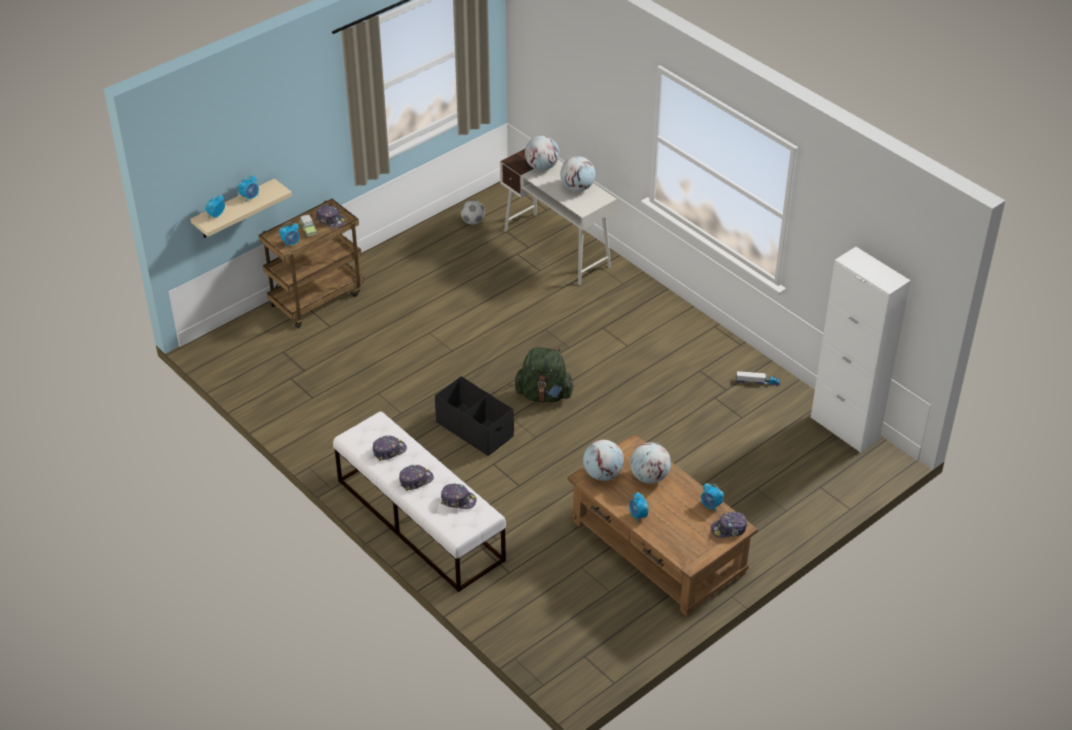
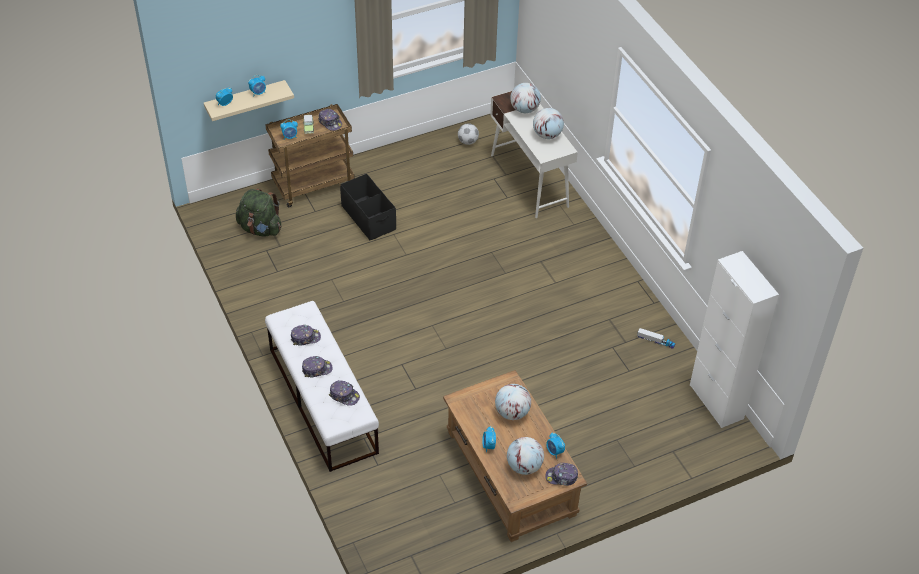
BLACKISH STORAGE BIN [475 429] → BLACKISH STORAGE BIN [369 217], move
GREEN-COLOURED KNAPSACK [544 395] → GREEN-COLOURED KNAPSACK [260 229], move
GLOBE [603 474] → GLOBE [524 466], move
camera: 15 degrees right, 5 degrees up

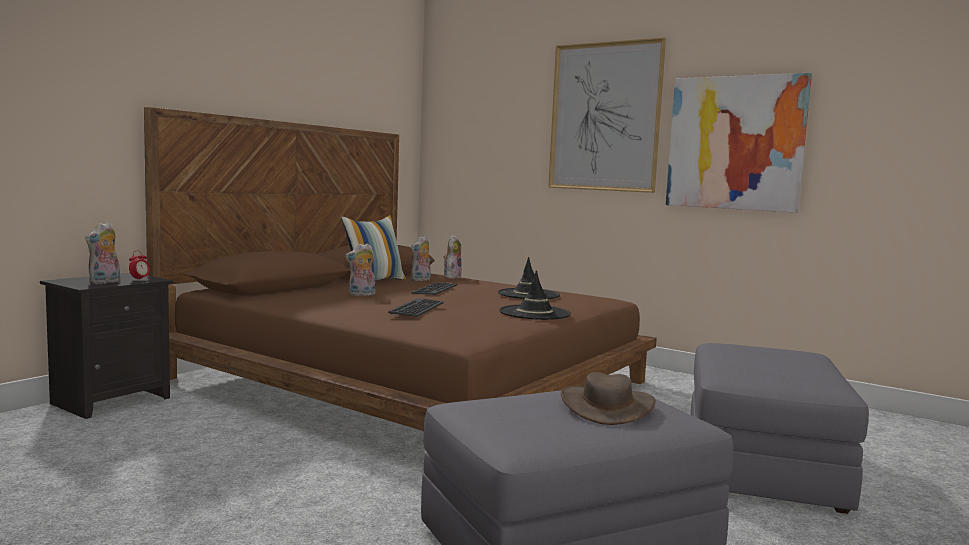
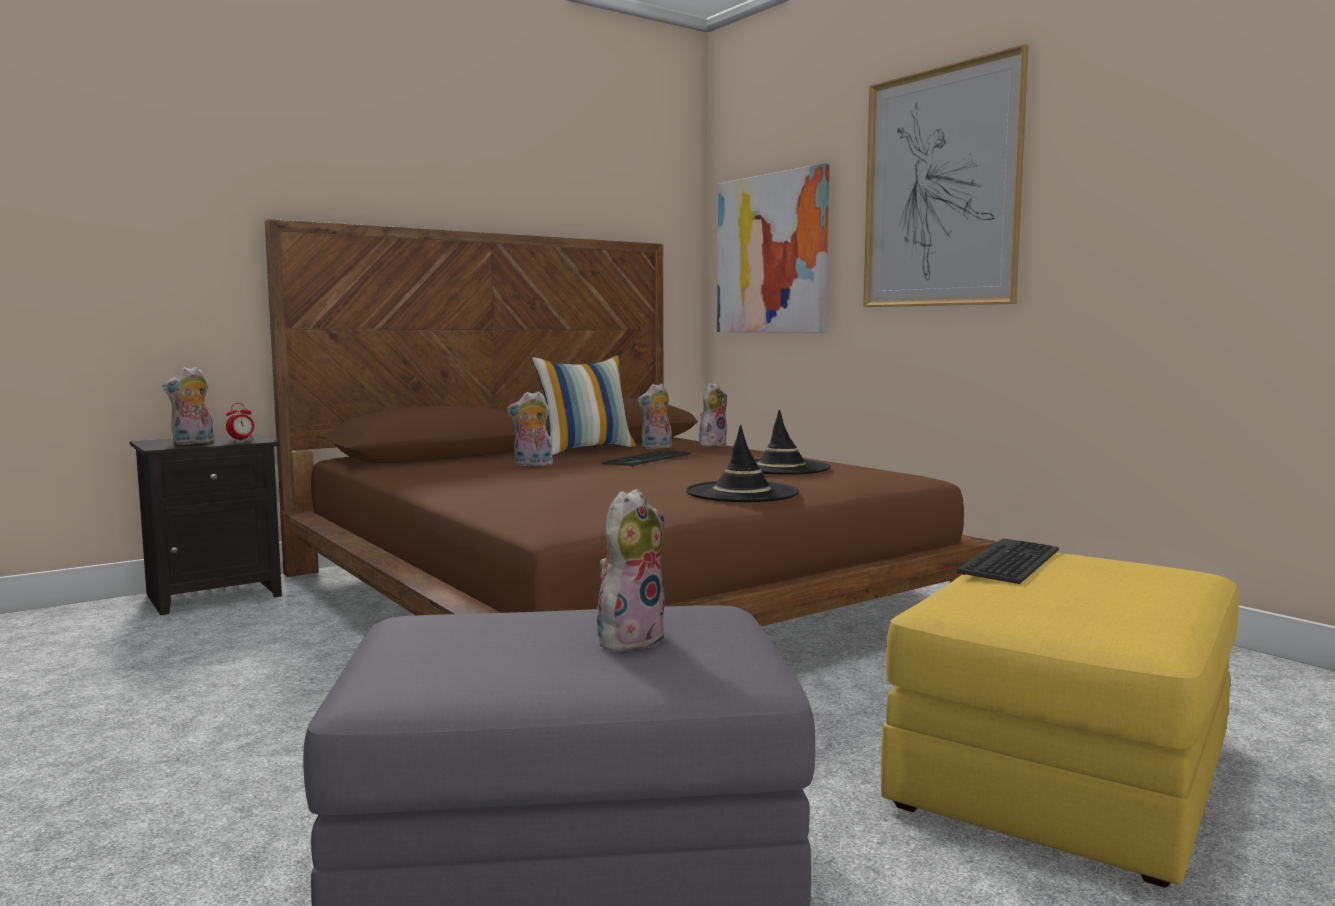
KEYBOARD [417 308] → KEYBOARD [1011 562], move
BROWN-COLOURED CLOTHING HAT [607 407] → CUDDLY TOY [629 639]
WALL ART [735 143] → WALL ART [771 254], move
GREYISH FOOTREST [762 467] → YELLOWISH FOOTREST [1065 776]
camera: 20 degrees right, 0 degrees up

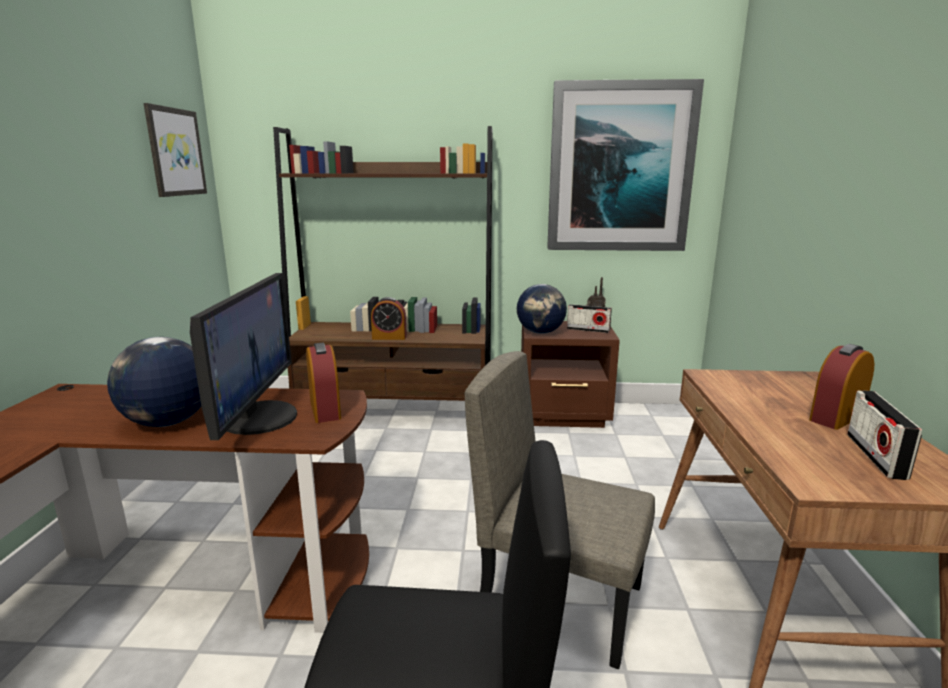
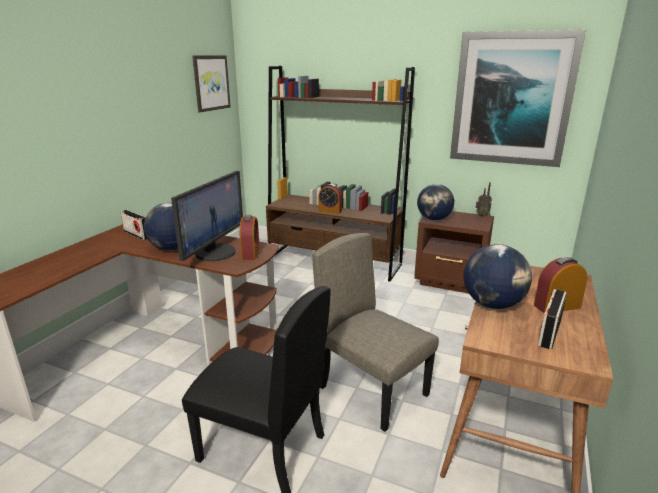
RADIO RECEIVER [588 330] → RADIO RECEIVER [136 234], move
- → GLOBE [492 304]
camera: 20 degrees right, 5 degrees up

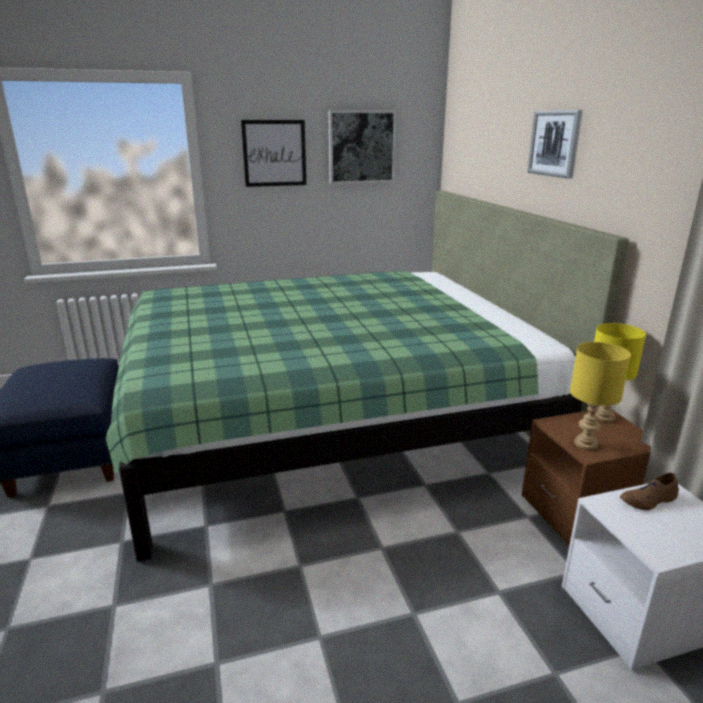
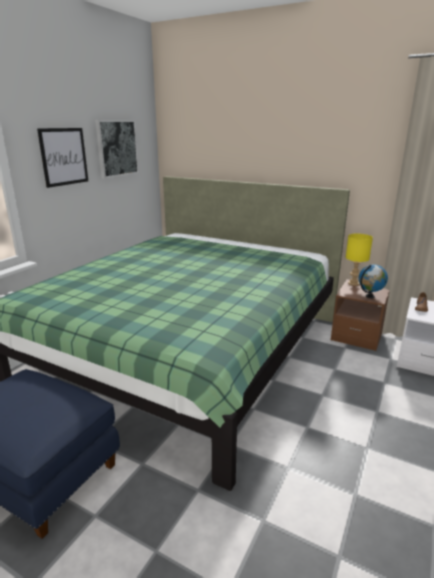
WALL ART [555 143] → -
YELLOWISH TABLETOP LAMP [586 444] → GLOBE [370 296]
camera: 45 degrees left, 0 degrees up

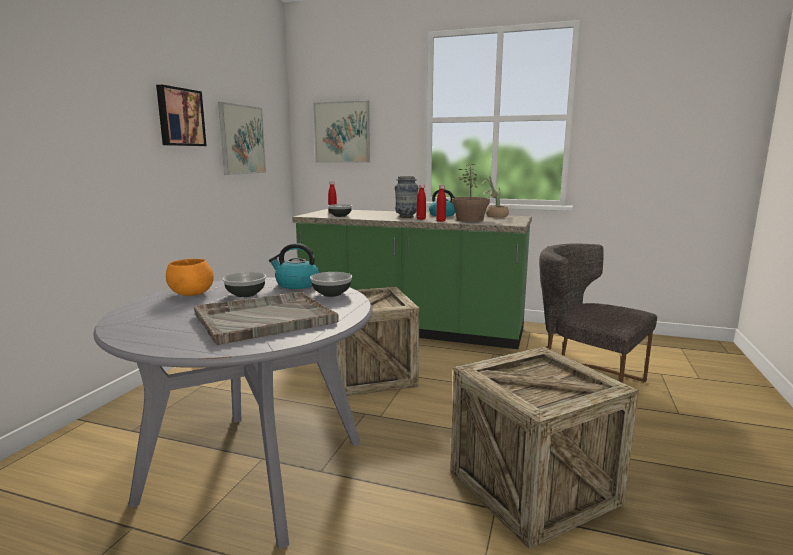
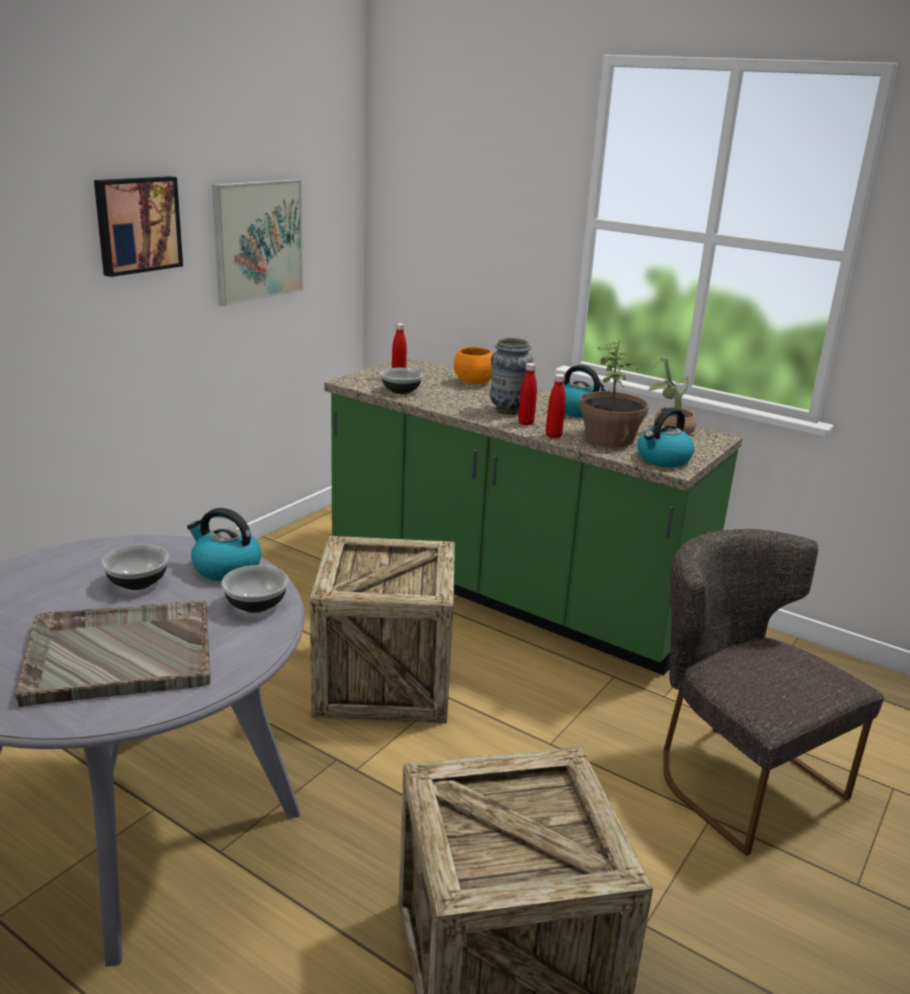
ORANGEY SERVING BOWL [191 294] → ORANGEY SERVING BOWL [473 382], move
WALL ART [342 132] → -
- → KETTLE [663 459]
camera: 15 degrees right, 10 degrees up

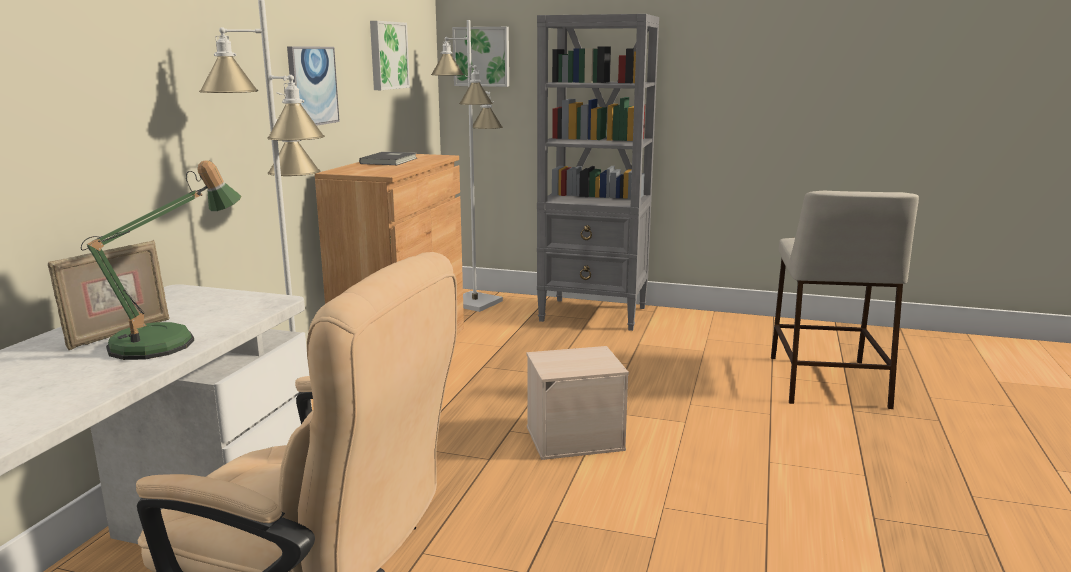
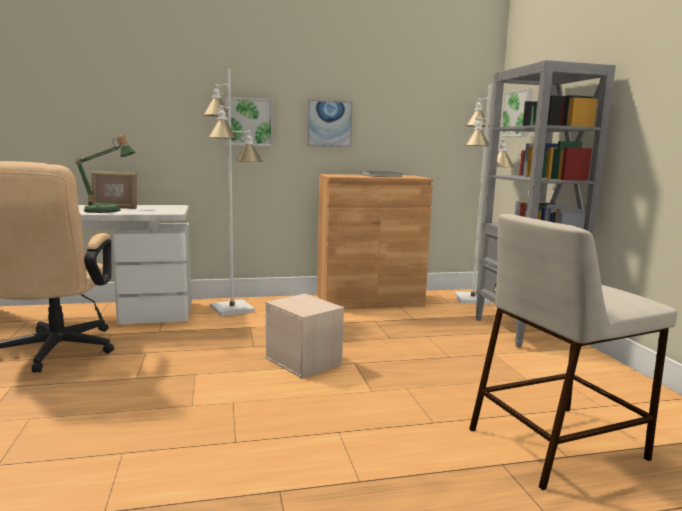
WALL ART [387 55] → WALL ART [249 122], move
camera: 60 degrees right, 5 degrees down

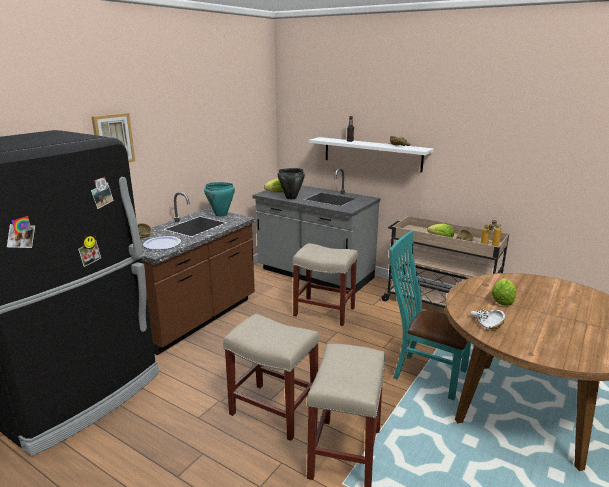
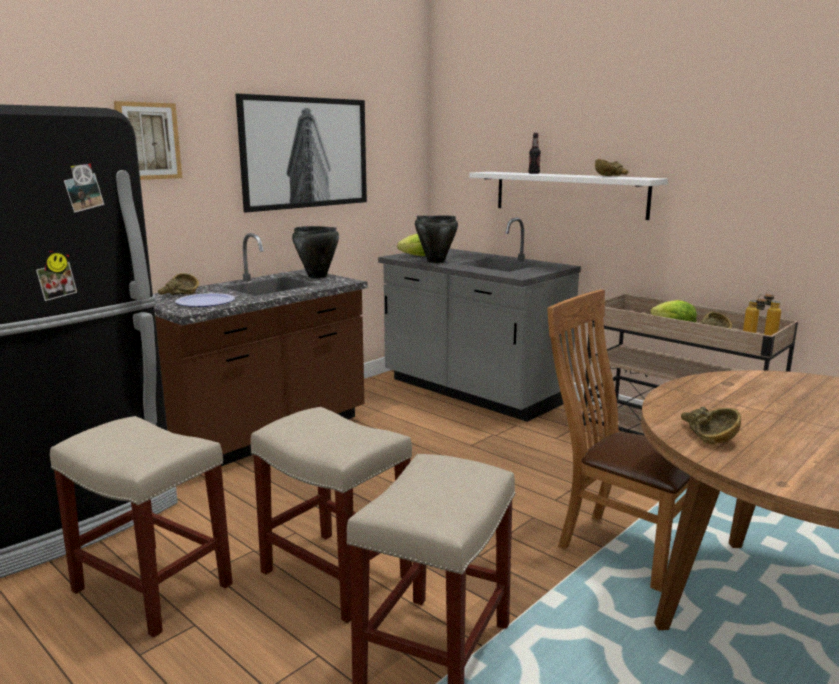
TURQUOISE SAUCEPOT [221 215] → BLACKISH SAUCEPOT [317 276]
BEIGE SITTING STOOL [325 312] → BEIGE SITTING STOOL [154 588], move
TURQUOISE CHAIR [425 373] → BROWN-COLOURED CHAIR [618 545]
WHITE SERVING BOWL [485 324] → BROWN-COLOURED SERVING BOWL [705 435]
LETTUCE [502 300] → -
- → WALL ART [306 153]
camera: 10 degrees right, 5 degrees down

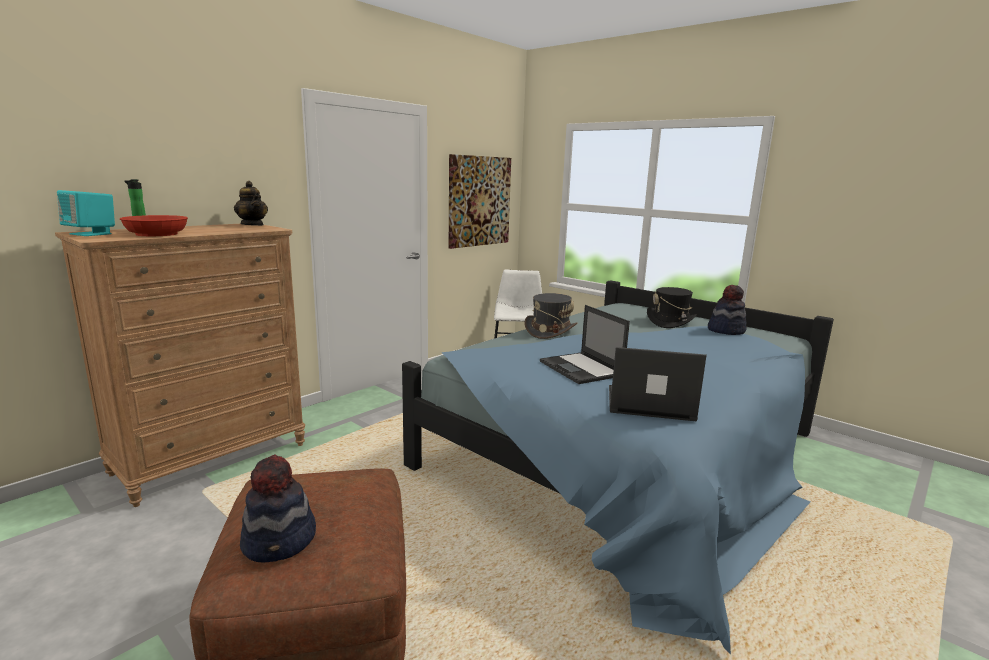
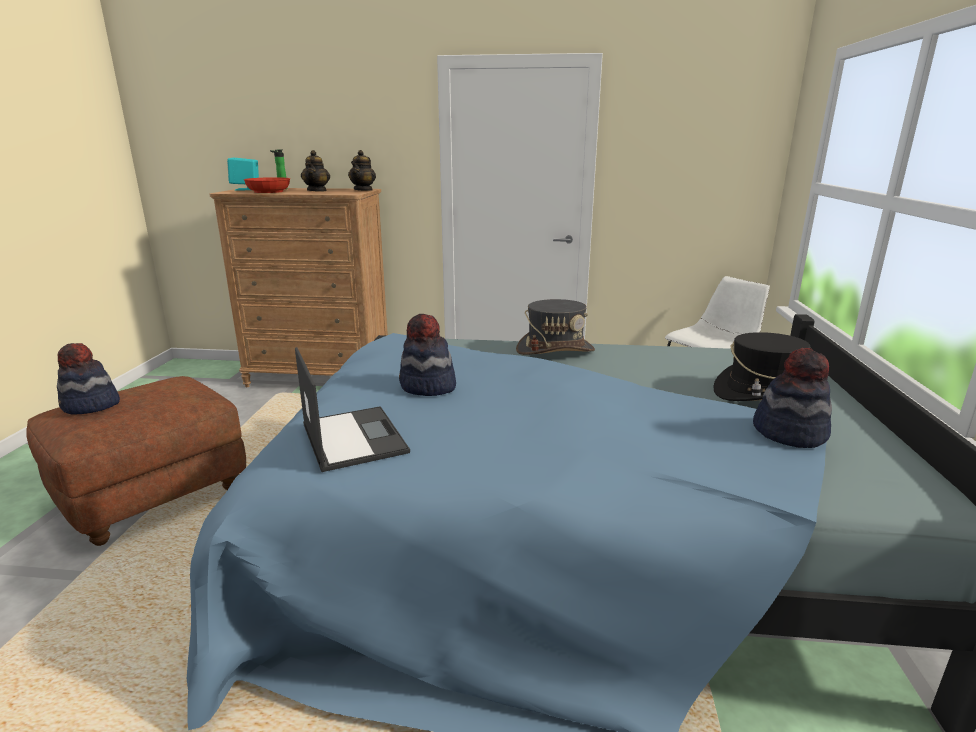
WALL ART [479 201] → -
PORTABLE COMPUTER [582 369] → CLOTHING HAT [427 387]
- → TEA POT [317 191]
camera: 55 degrees right, 5 degrees up

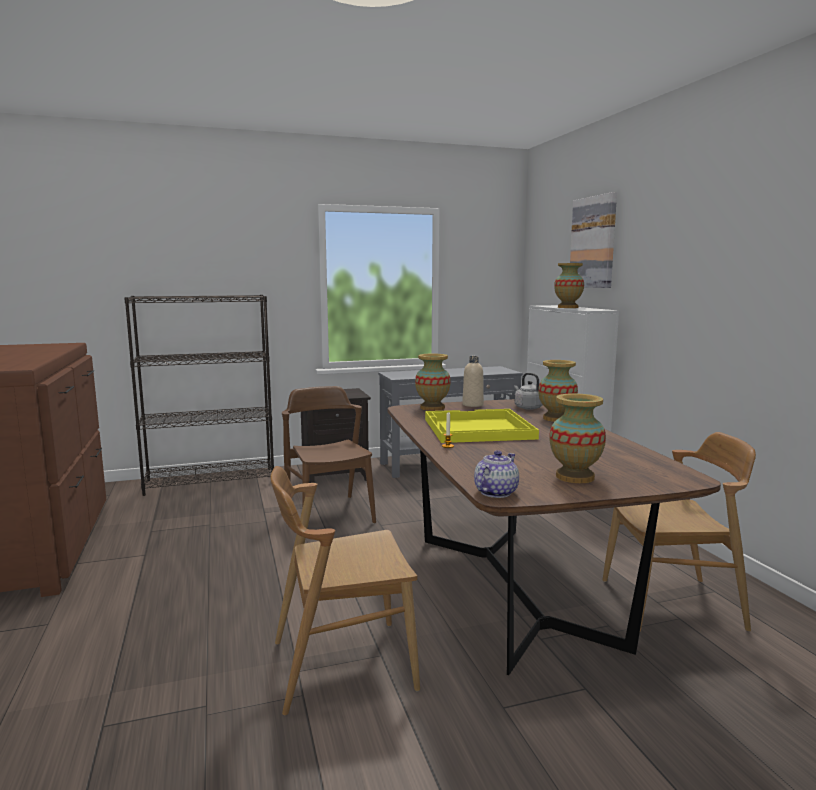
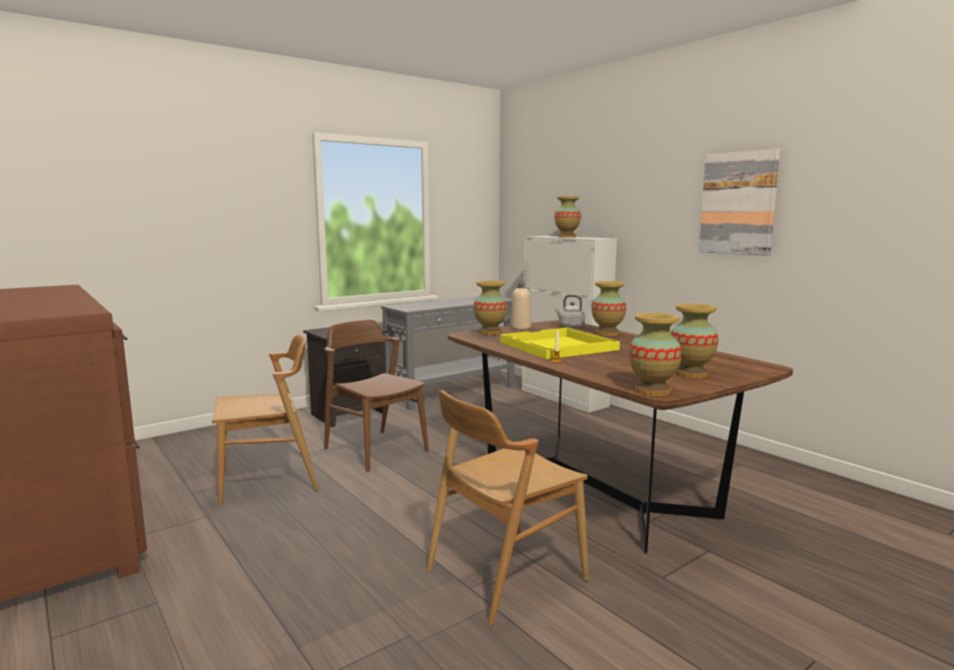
BLACKISH BOOKCASE [211 481] → -
TEA POT [495 492] → VASE [652 391]
WALL ART [593 242] → WALL ART [738 203], move
BROWN-COLOURED CHAIR [672 604] → BROWN-COLOURED CHAIR [269 481], move
camera: 20 degrees left, 0 degrees up

